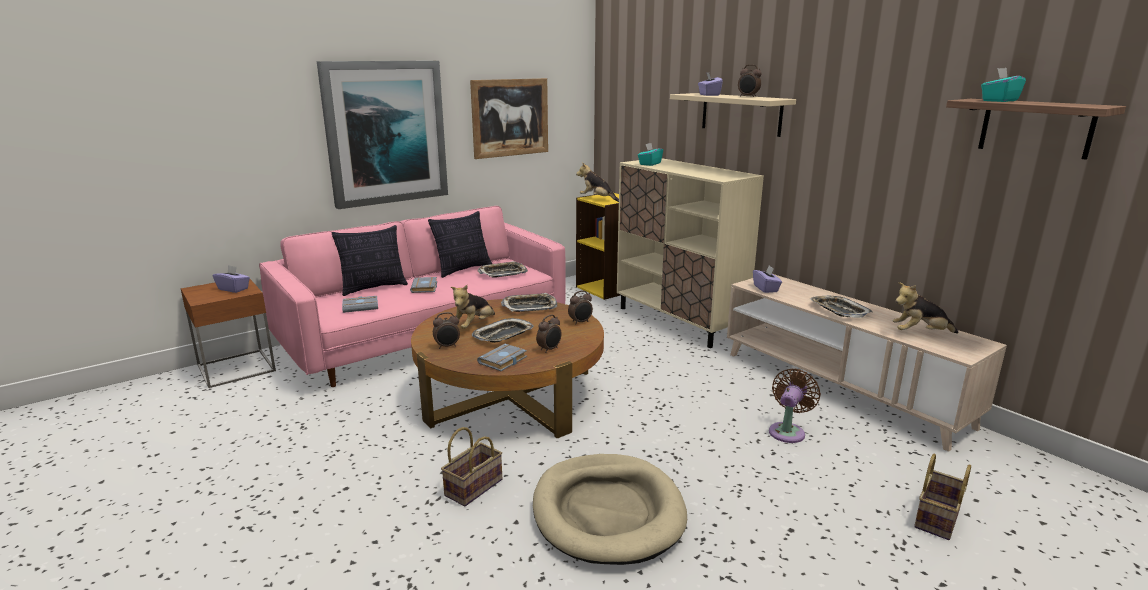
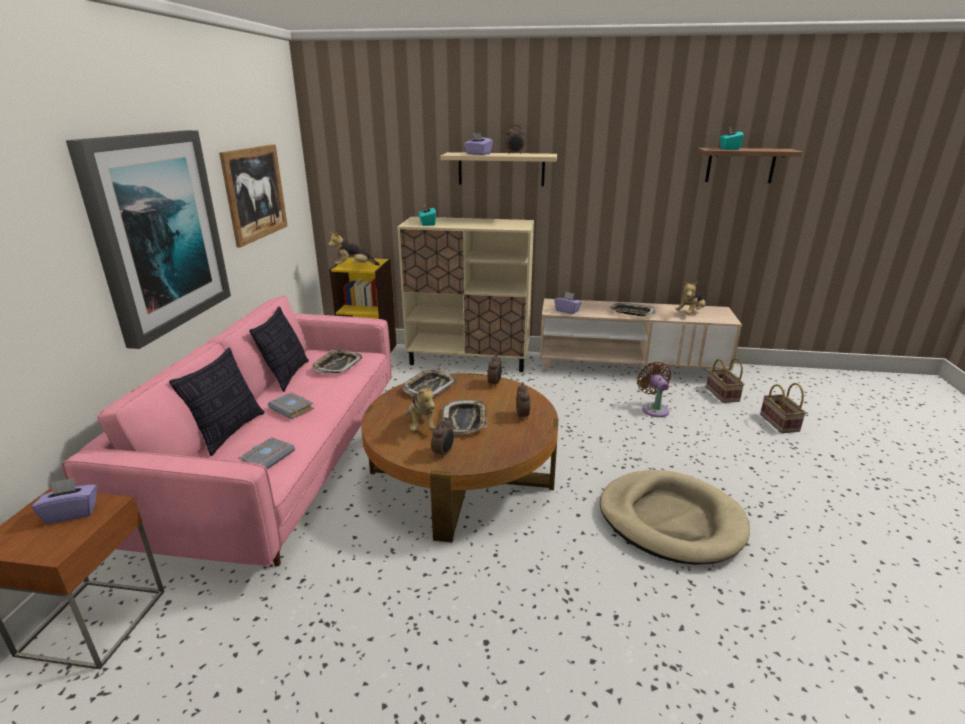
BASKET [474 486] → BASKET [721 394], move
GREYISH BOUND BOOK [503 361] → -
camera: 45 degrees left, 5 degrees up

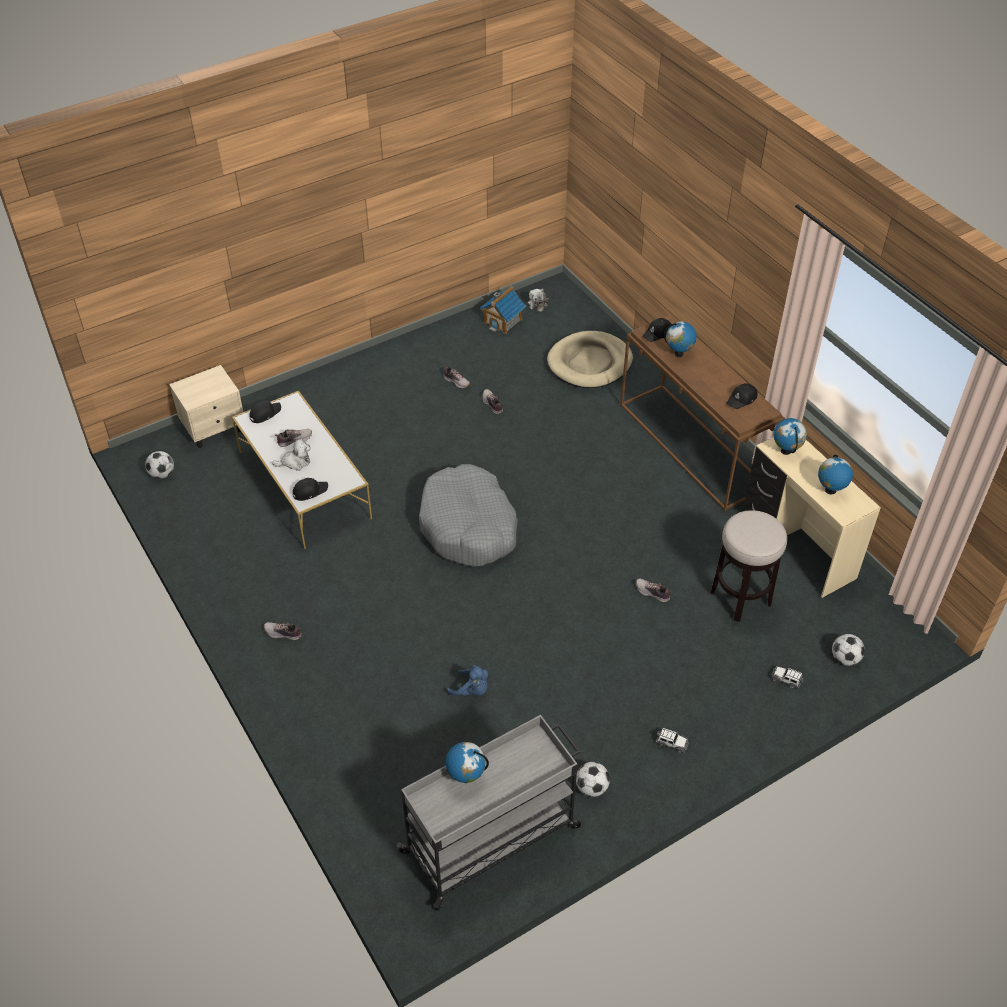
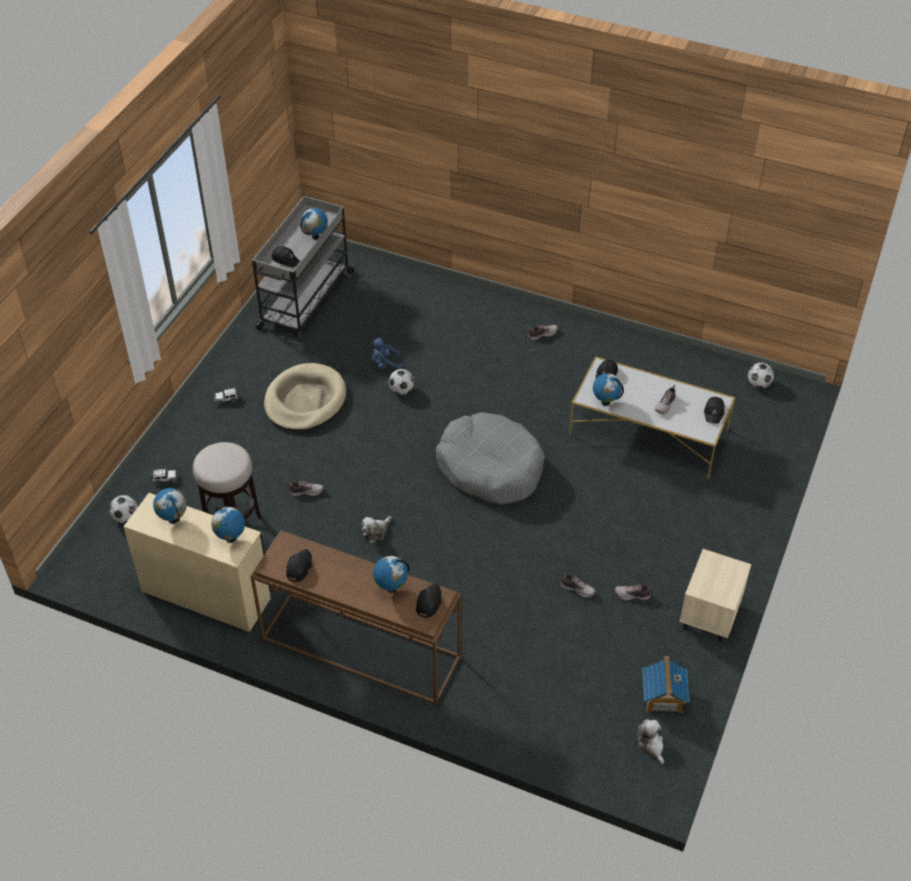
BEIGE BEDSIDE TABLE [214 428] → BEIGE BEDSIDE TABLE [709 616], move
CUDDLY TOY [295 462] → CUDDLY TOY [376 532], move
BEIGE DOG CUSHION [590 363] → BEIGE DOG CUSHION [305 401], move
BALL FOR FOOTBALL [591 787] → BALL FOR FOOTBALL [401 390], move
- → BLACKISH BASEBALL CAP [285 259]
- → GLOBE [605 402]
camera: 145 degrees right, 0 degrees up

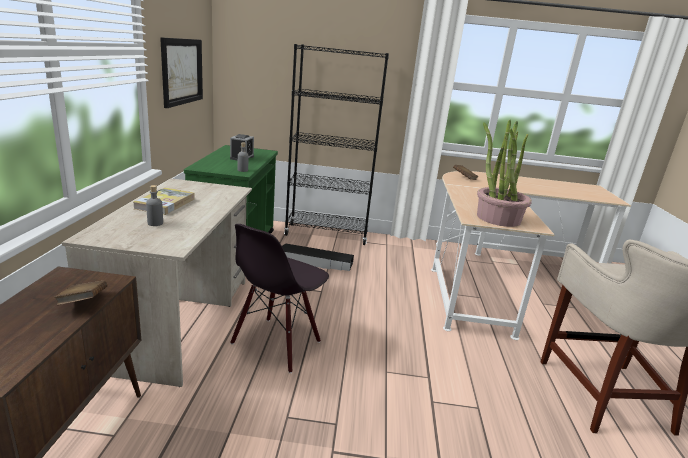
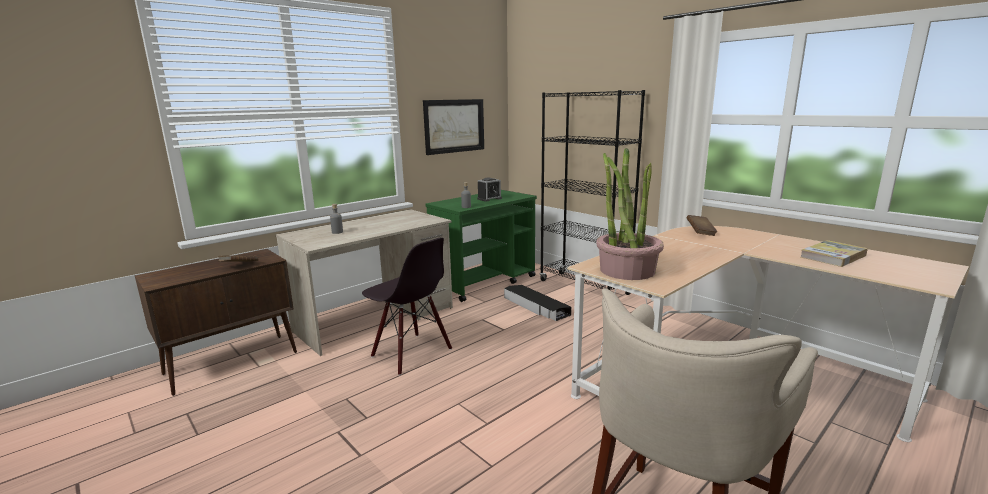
BOUND BOOK [165 203] → BOUND BOOK [833 256], move
BLACKISH CHAIR [276 343] → BLACKISH CHAIR [411 353], 120 degrees counterclockwise
camera: 45 degrees right, 5 degrees down

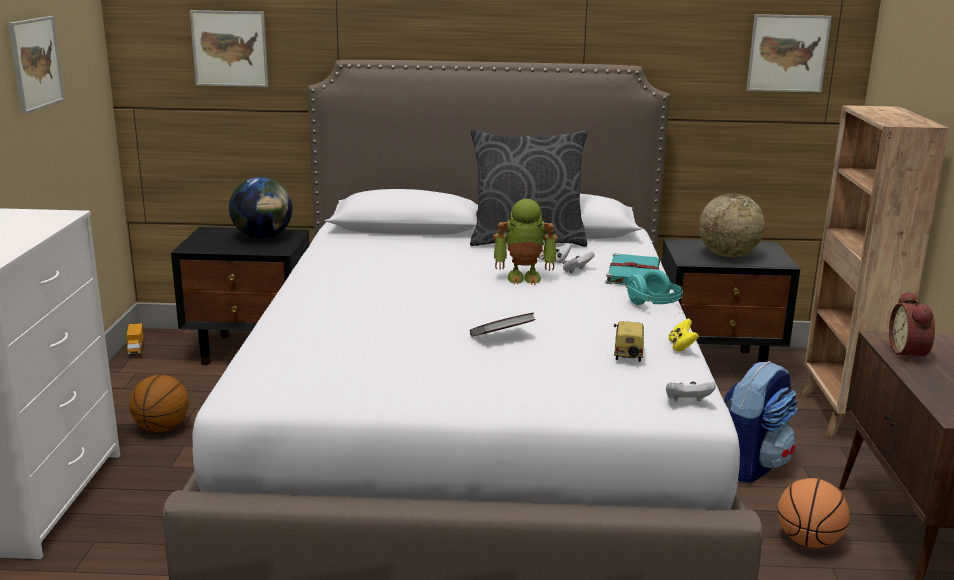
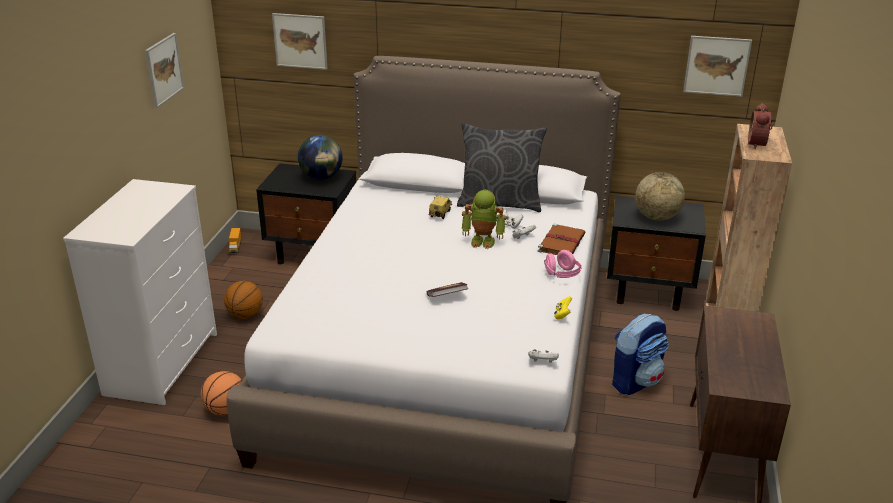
TURQUOISE BOUND BOOK [633 273] → BROWN-COLOURED BOUND BOOK [561 242]
MINIATURE CAR [627 353] → MINIATURE CAR [440 213], move
TURQUOISE HEADPHONES [654 305] → PINKISH HEADPHONES [562 275]
BASKETBALL [808 541] → BASKETBALL [225 410], move
ALARM CLOCK [910 353] → ALARM CLOCK [758 144], move
camera: 10 degrees right, 10 degrees up

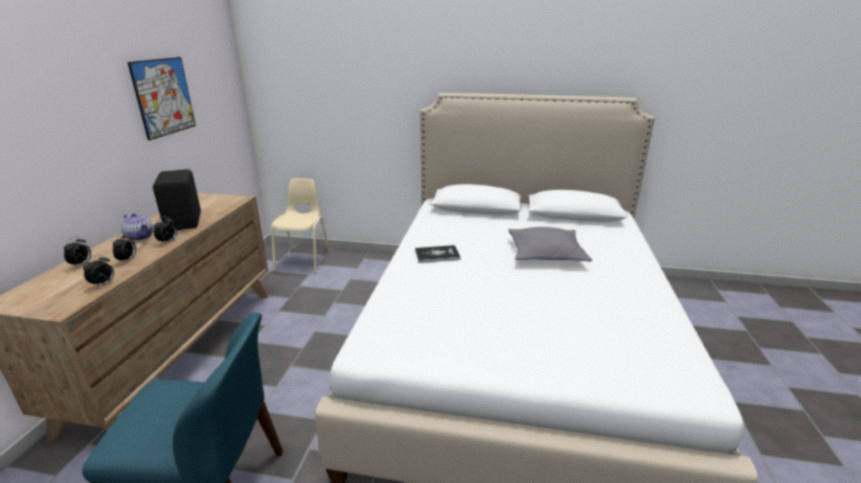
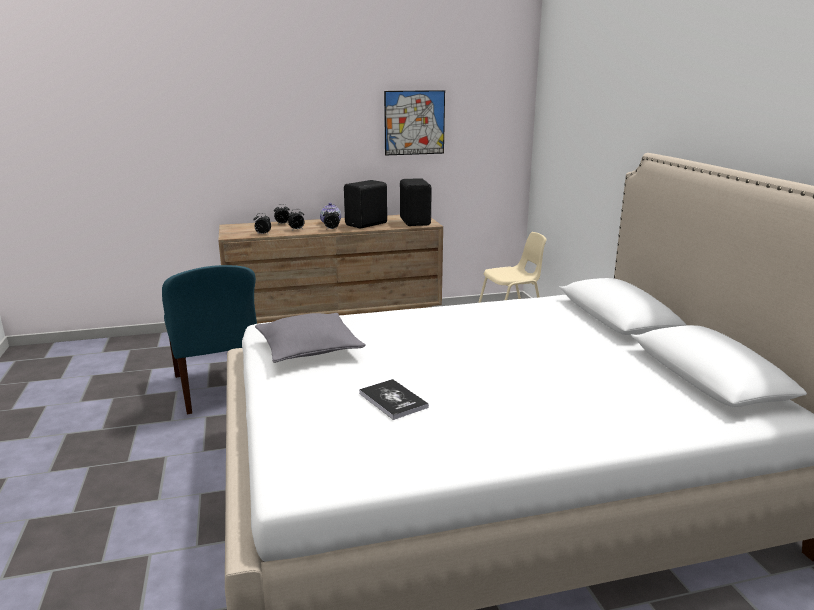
BOUND BOOK [437 255] → BOUND BOOK [393 400], move
GREYISH CUSHION [546 254] → GREYISH CUSHION [309 349], move
- → BLACKISH SPEAKER [416 222]
camera: 65 degrees right, 5 degrees down

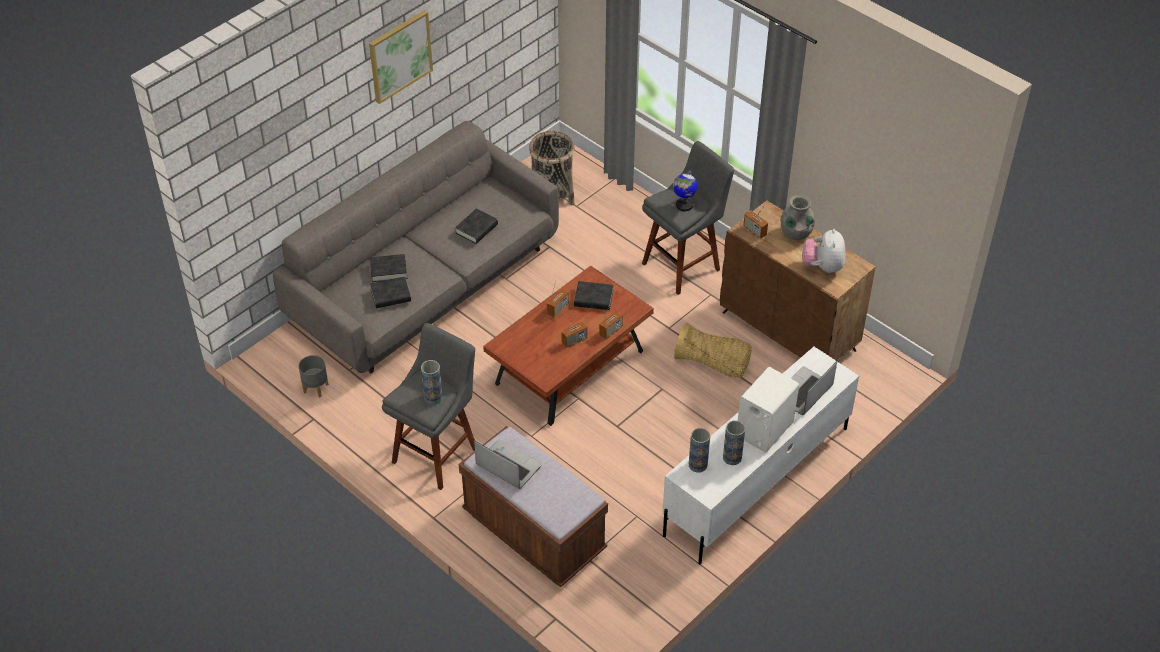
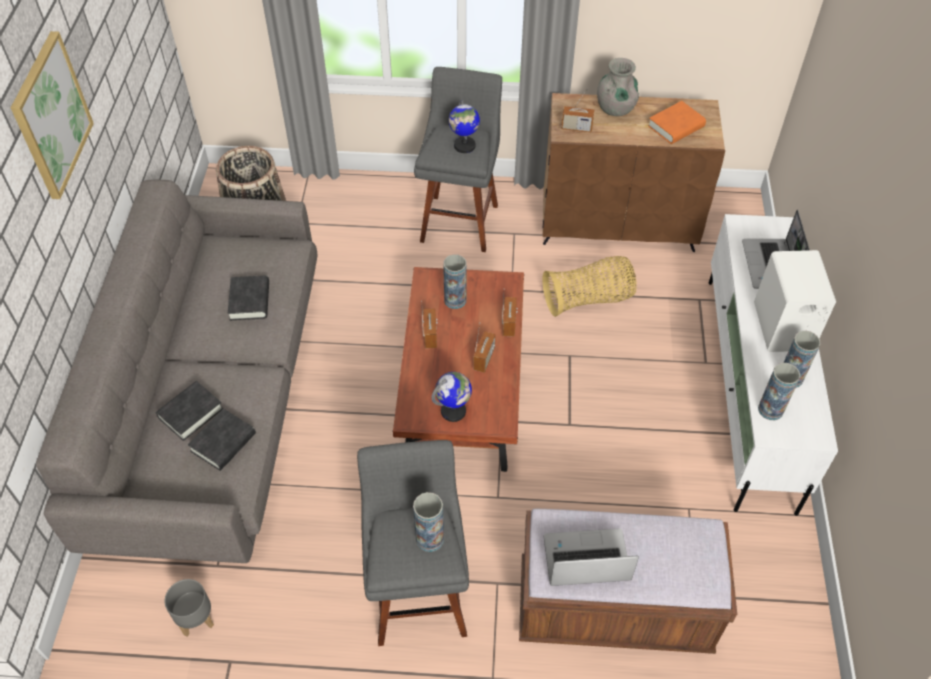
BLACKISH BOUND BOOK [593 299] → VASE [455 300]
CUDDLY TOY [822 266] → ORANGEY BOUND BOOK [676 126]
- → GLOBE [453 411]
camera: 40 degrees left, 5 degrees up

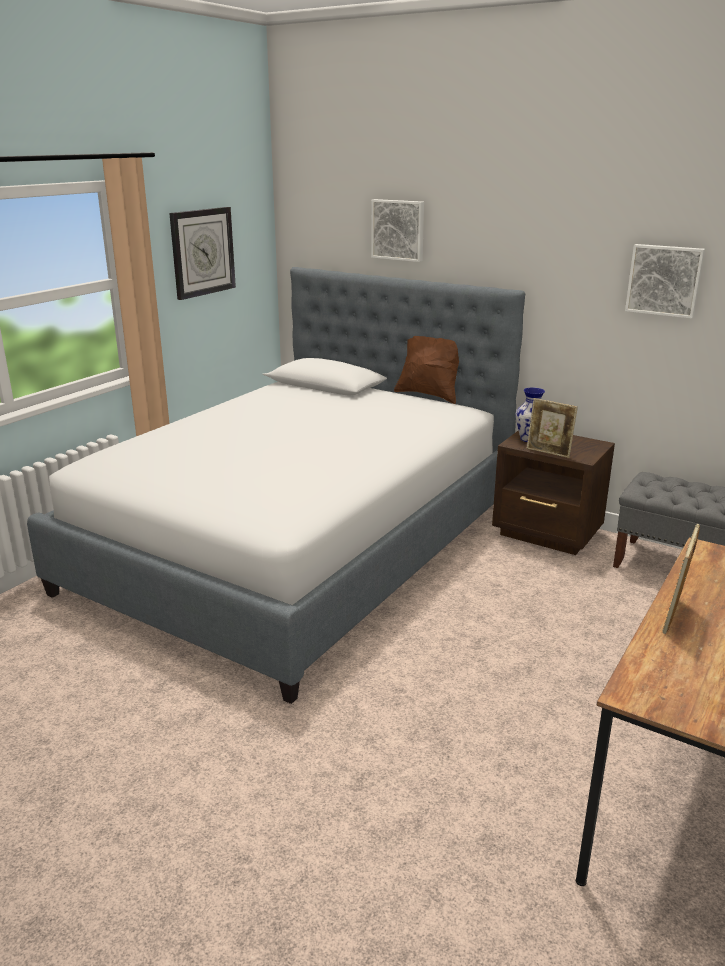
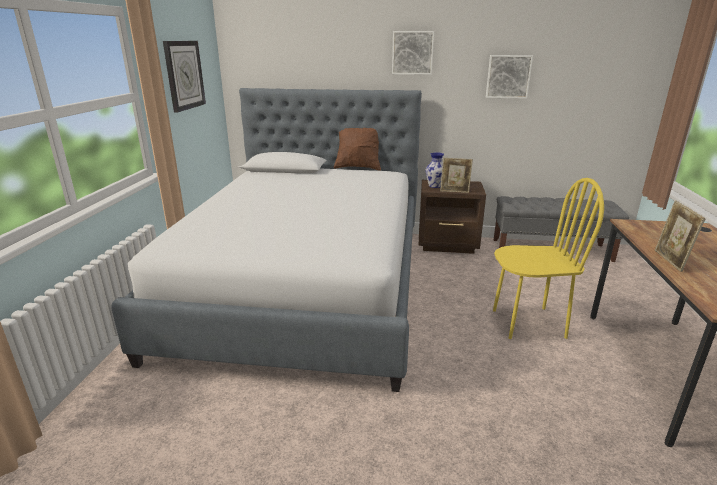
WALL ART [398 230] → WALL ART [412 53], move
- → YELLOWISH CHAIR [528 323]
camera: 25 degrees left, 0 degrees up

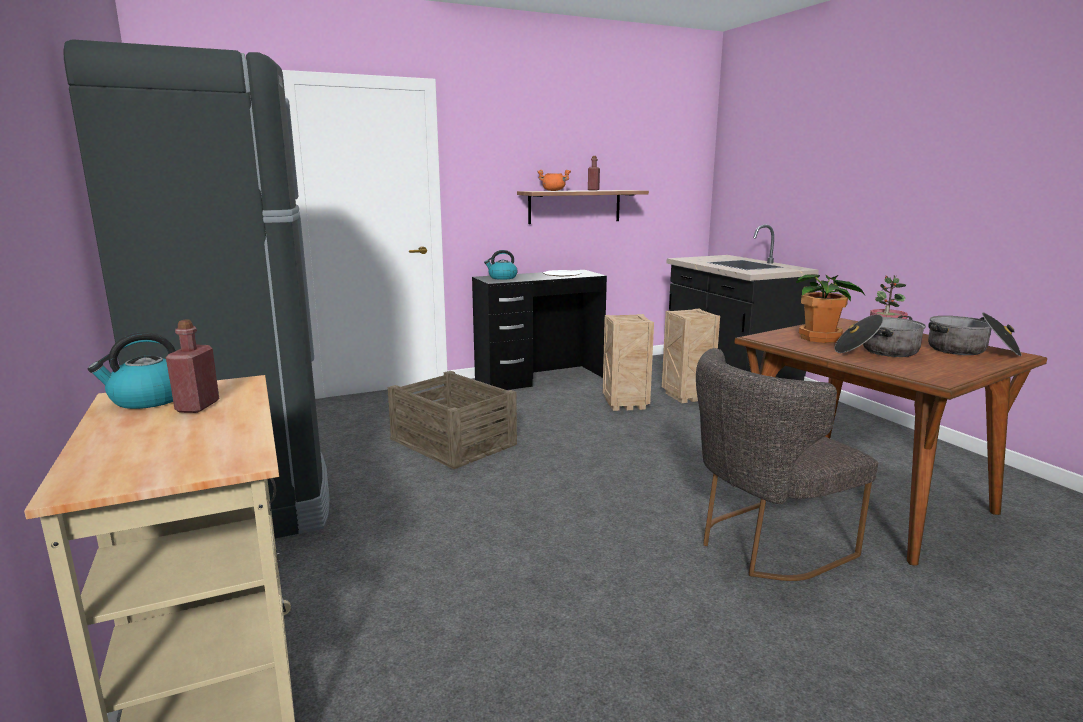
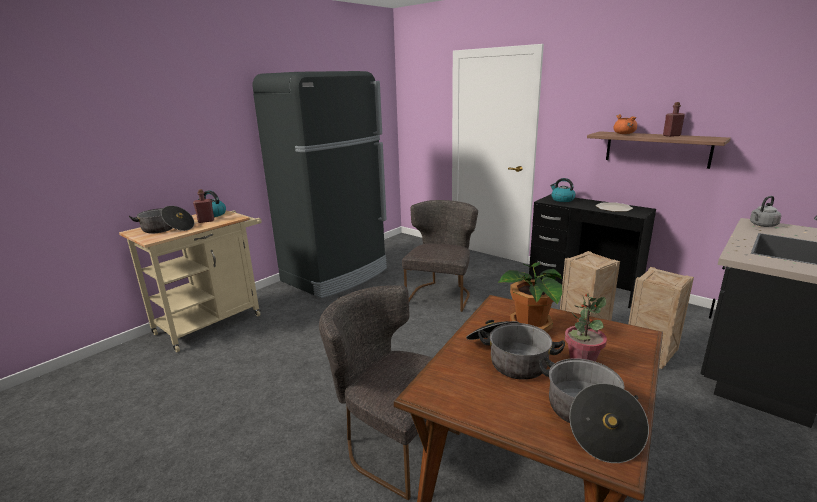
PACKING CRATE [453 441] → GREYISH CHAIR [441 294]
- → SAUCEPOT [166 229]
- → GREYISH KETTLE [762 225]
camera: 65 degrees right, 5 degrees up

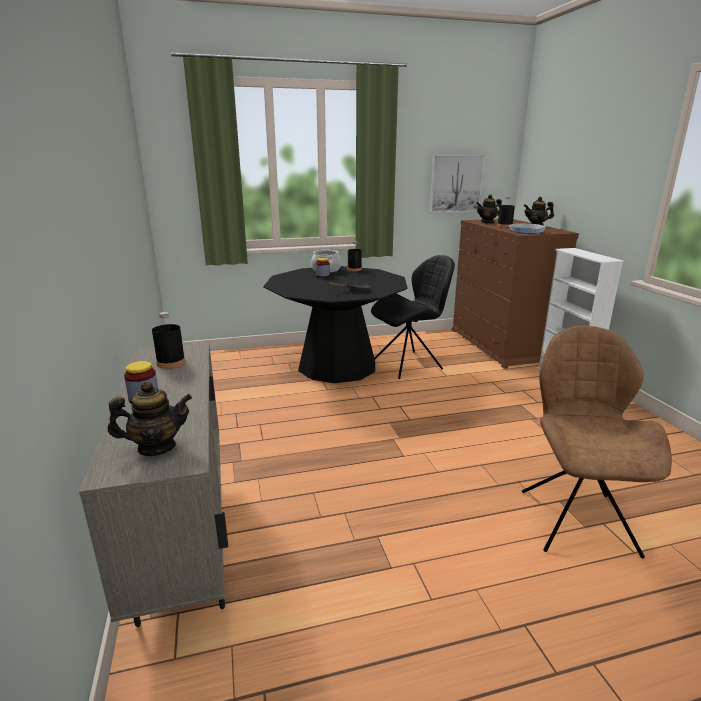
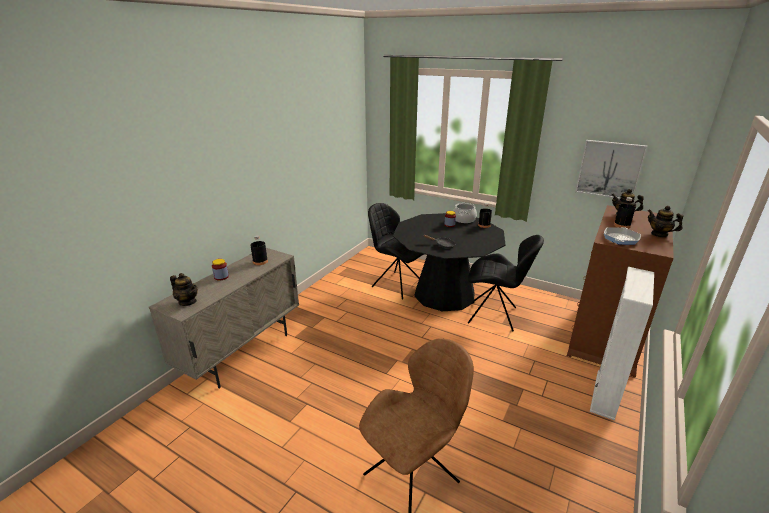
- → BLACKISH CHAIR [396 284]
camera: 45 degrees right, 5 degrees up

